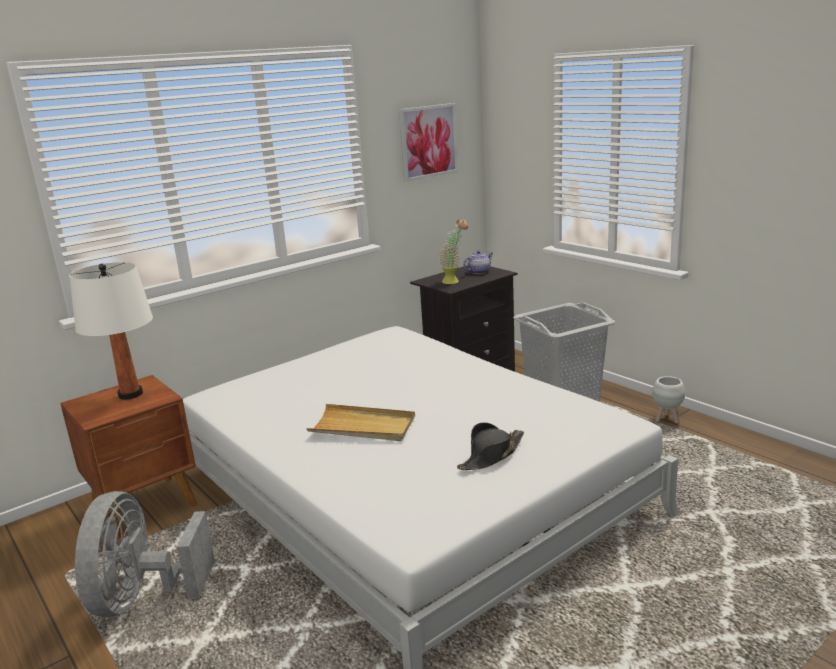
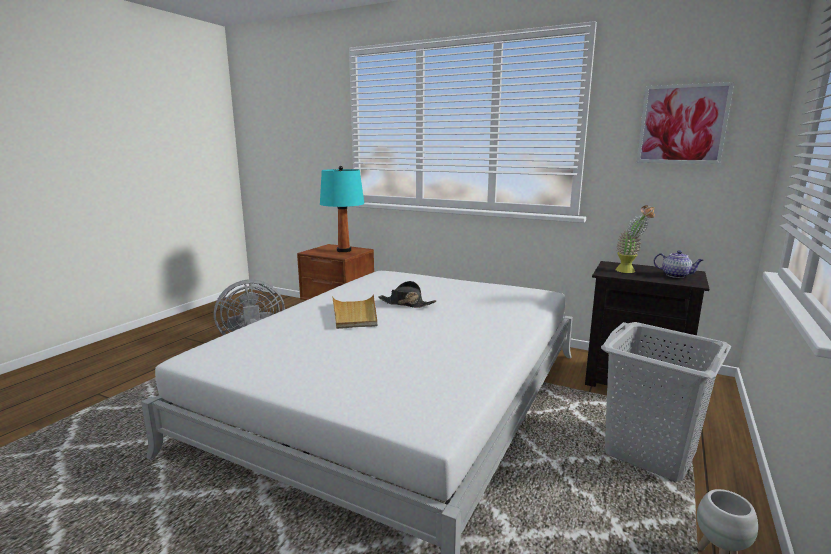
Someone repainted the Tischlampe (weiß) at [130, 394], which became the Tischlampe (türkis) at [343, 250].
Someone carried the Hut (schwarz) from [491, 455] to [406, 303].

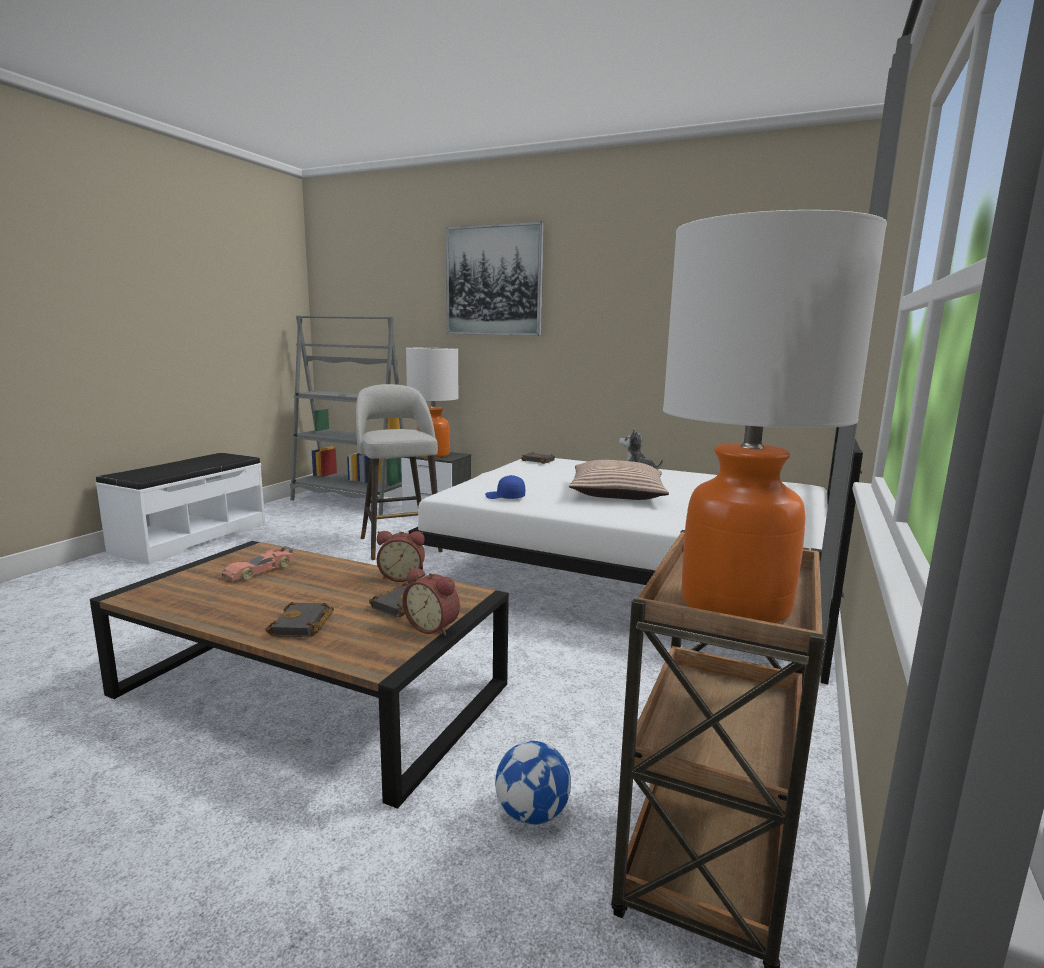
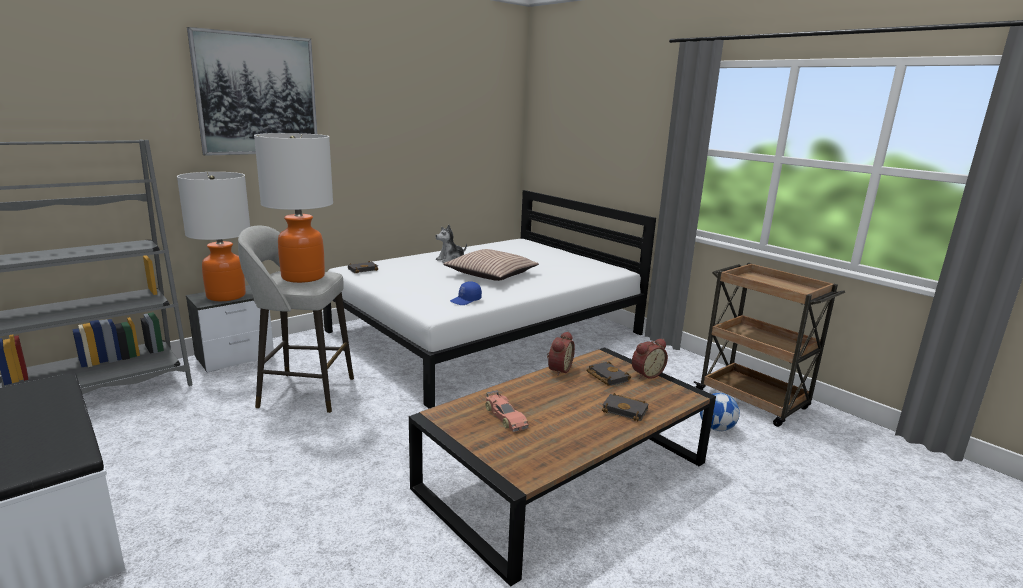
Someone carried the Tischlampe from [734, 604] to [303, 277].

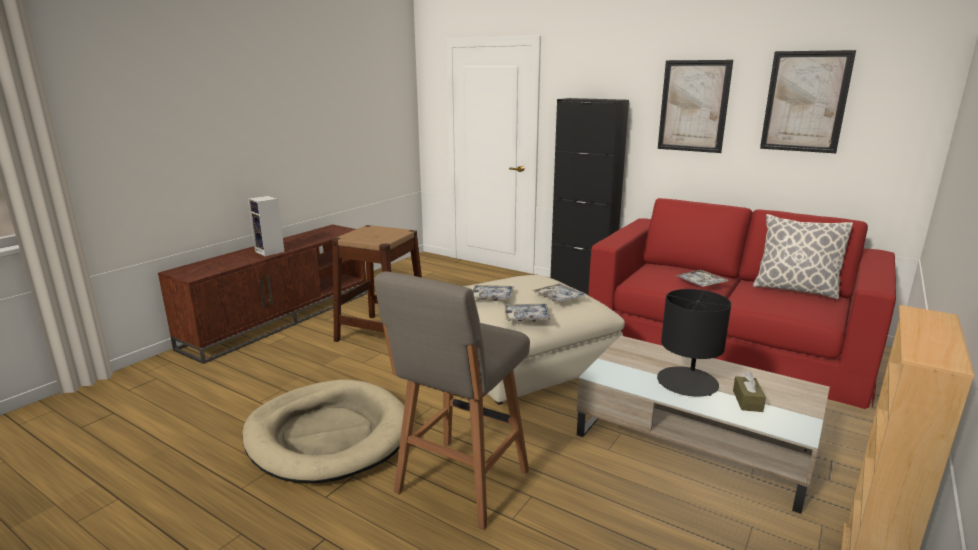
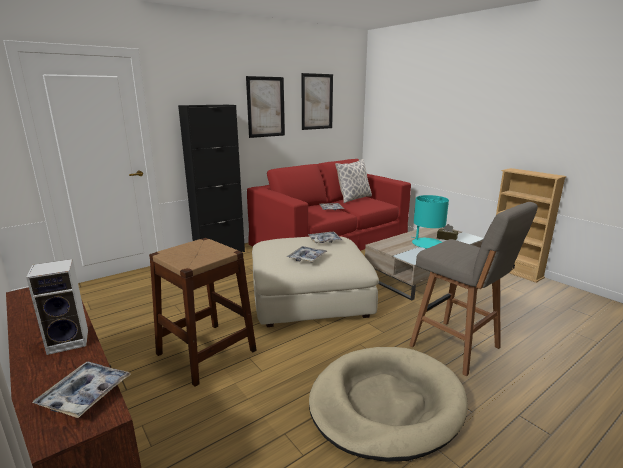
Someone carried the Tablett from [527, 317] to [85, 394].
Someone repainted the Tischlampe (schwarz) at [687, 382], which became the Tischlampe (türkis) at [427, 244].

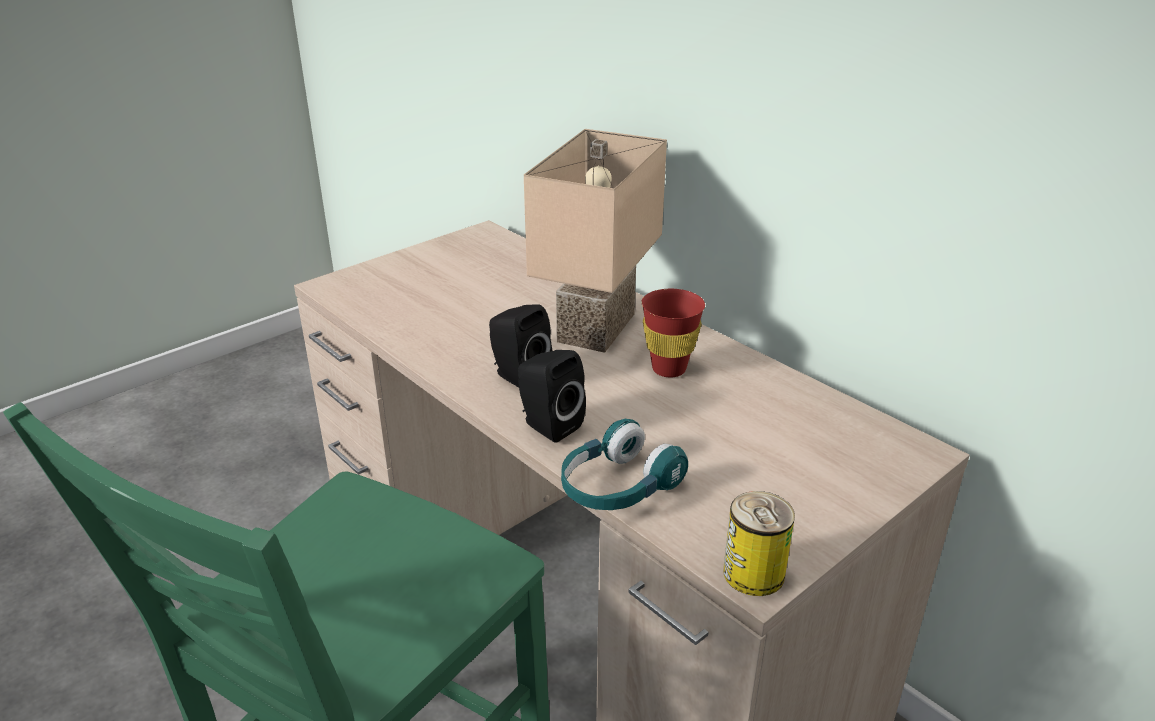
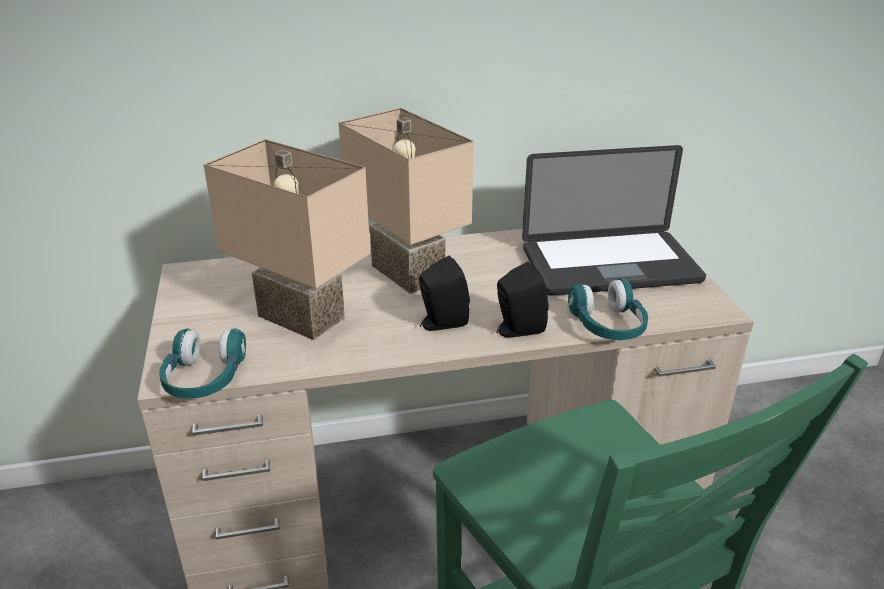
Someone took away the Tasse (rot) at [669, 369].
Someone took away the Dose at [753, 573].
Someone put down the Kopfhörer (türkis) at [204, 379].
Someone put down the Tischlampe (beige) at [297, 318].
Someone put down the Laptop at [610, 265].

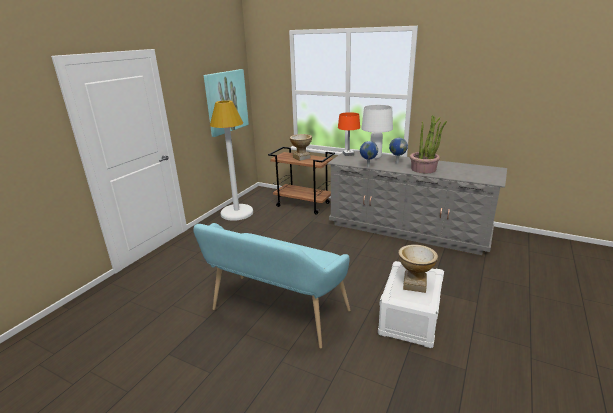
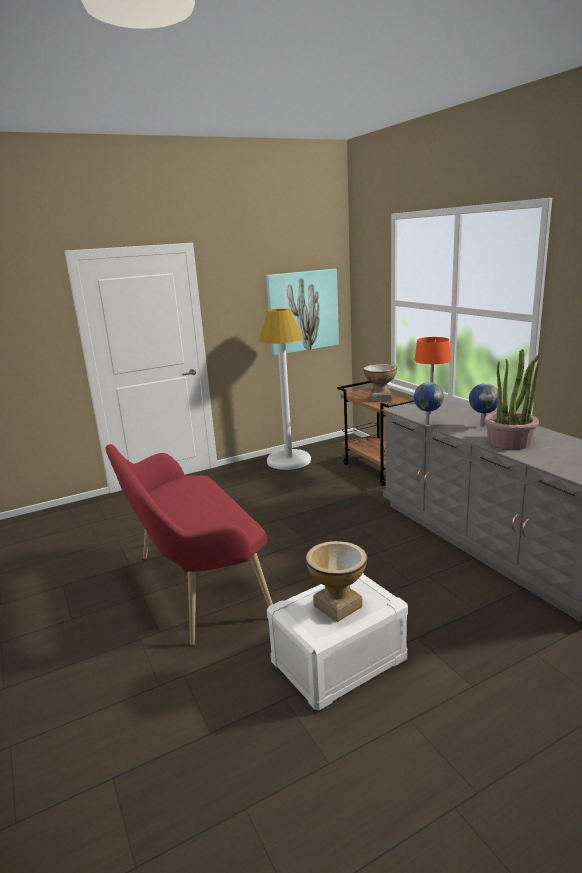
Someone repainted the Bank (türkis) at [275, 313], which became the Bank (rot) at [194, 586].
Someone took away the Tischlampe (weiß) at [375, 157].

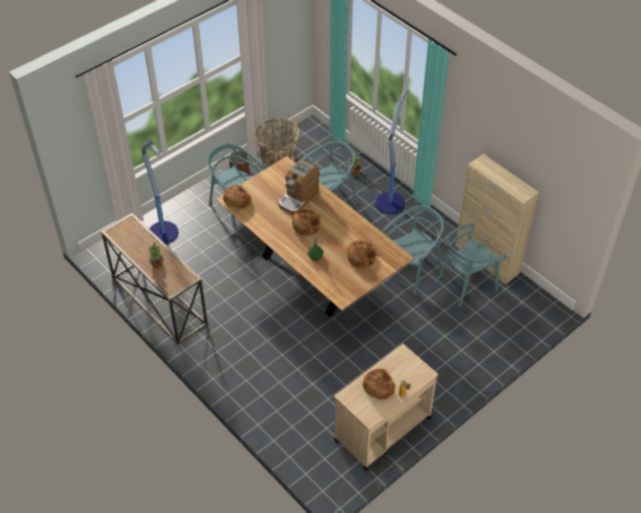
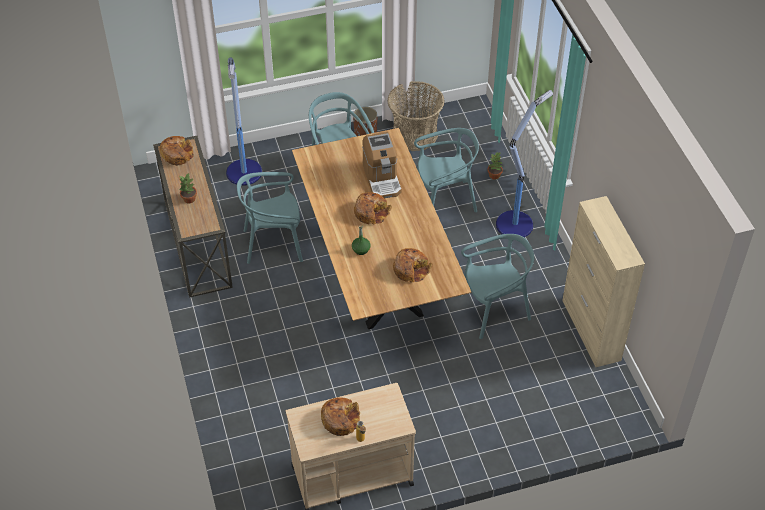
Someone carried the Brot from [237, 199] to [177, 154].
Someone rotated the Kaffeemaschine at [298, 198] by 75 degrees counterclockwise.
Someone carried the Stuhl (türkis) from [466, 284] to [274, 243].

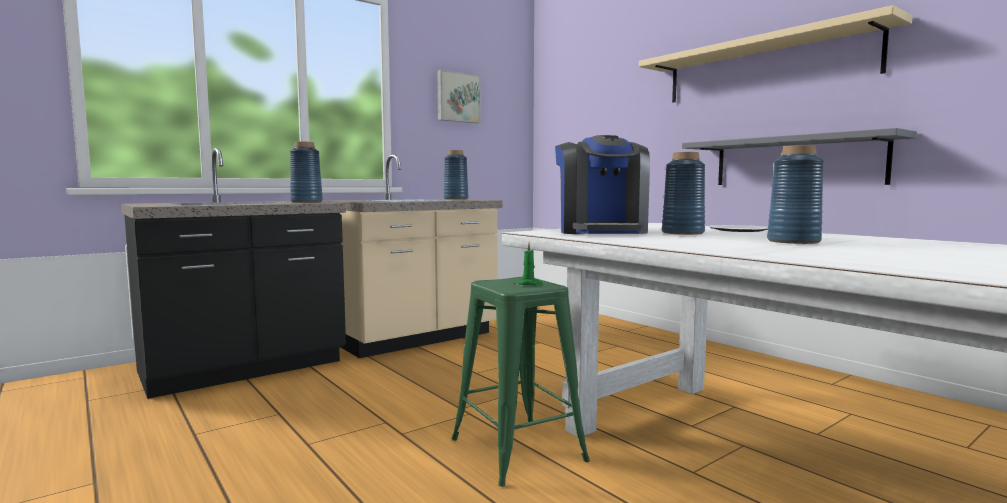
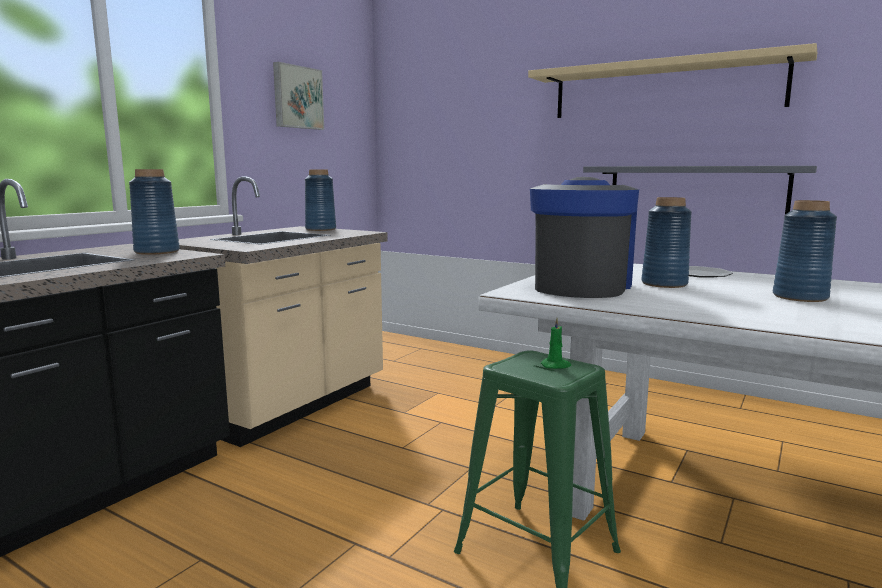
Someone rotated the Kaffeemaschine at [601, 231] by 135 degrees counterclockwise.

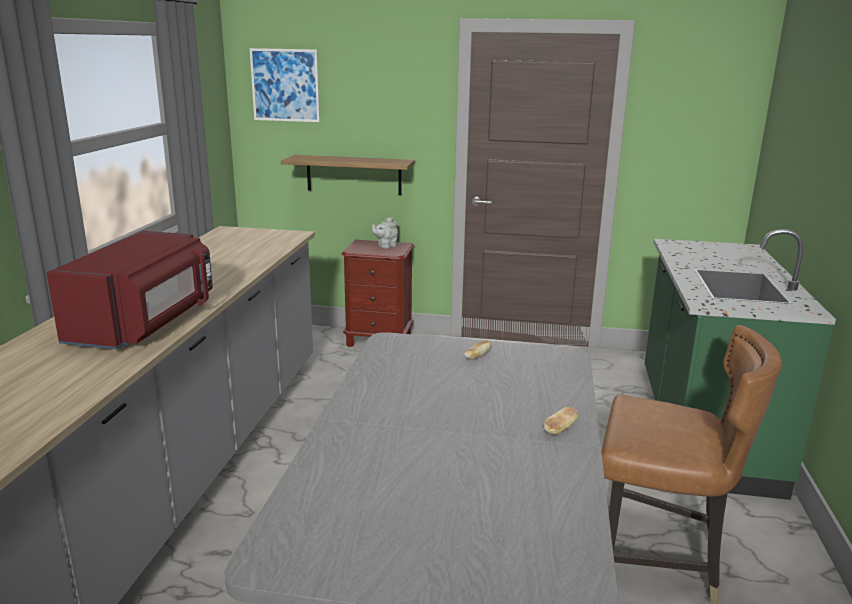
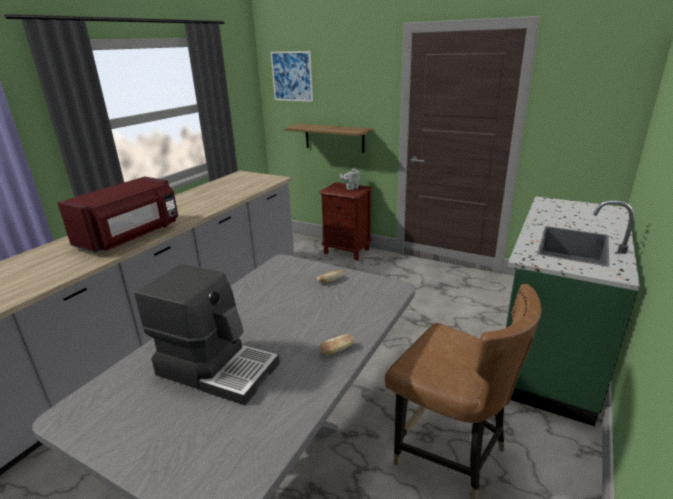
Someone put down the Kaffeemaschine at [218, 368].

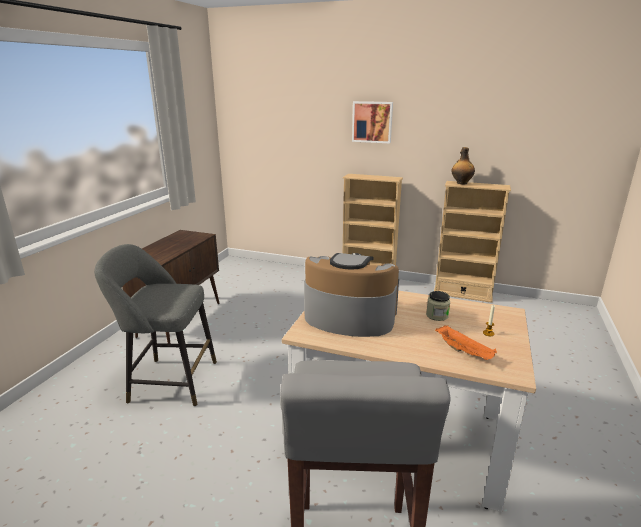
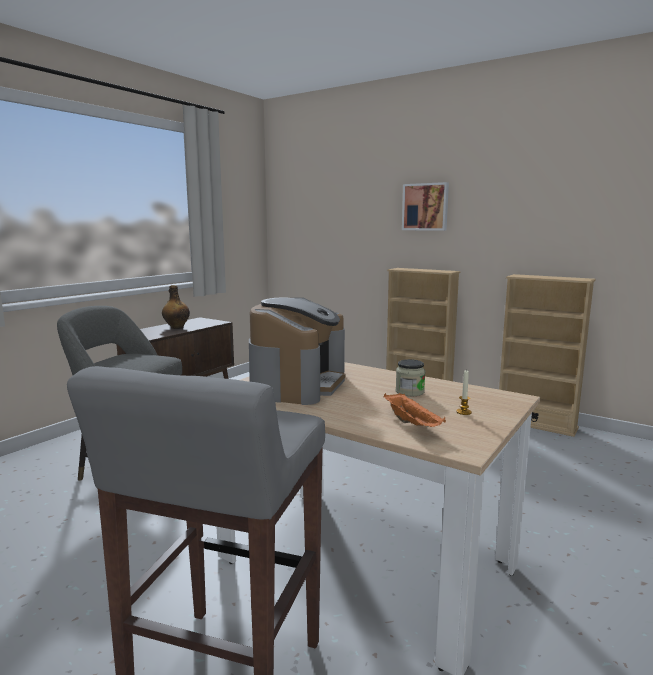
Someone rotated the Kaffeemaschine at [349, 317] by 75 degrees clockwise.
Someone carried the Flasche from [461, 183] to [176, 327].

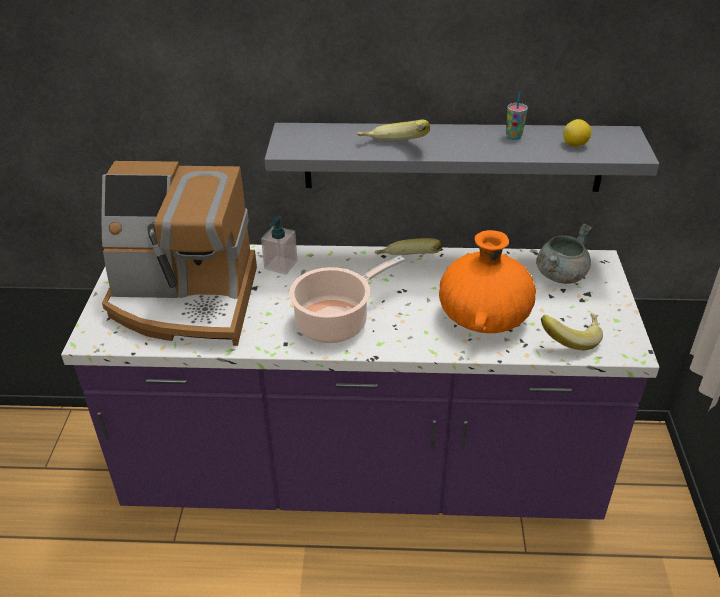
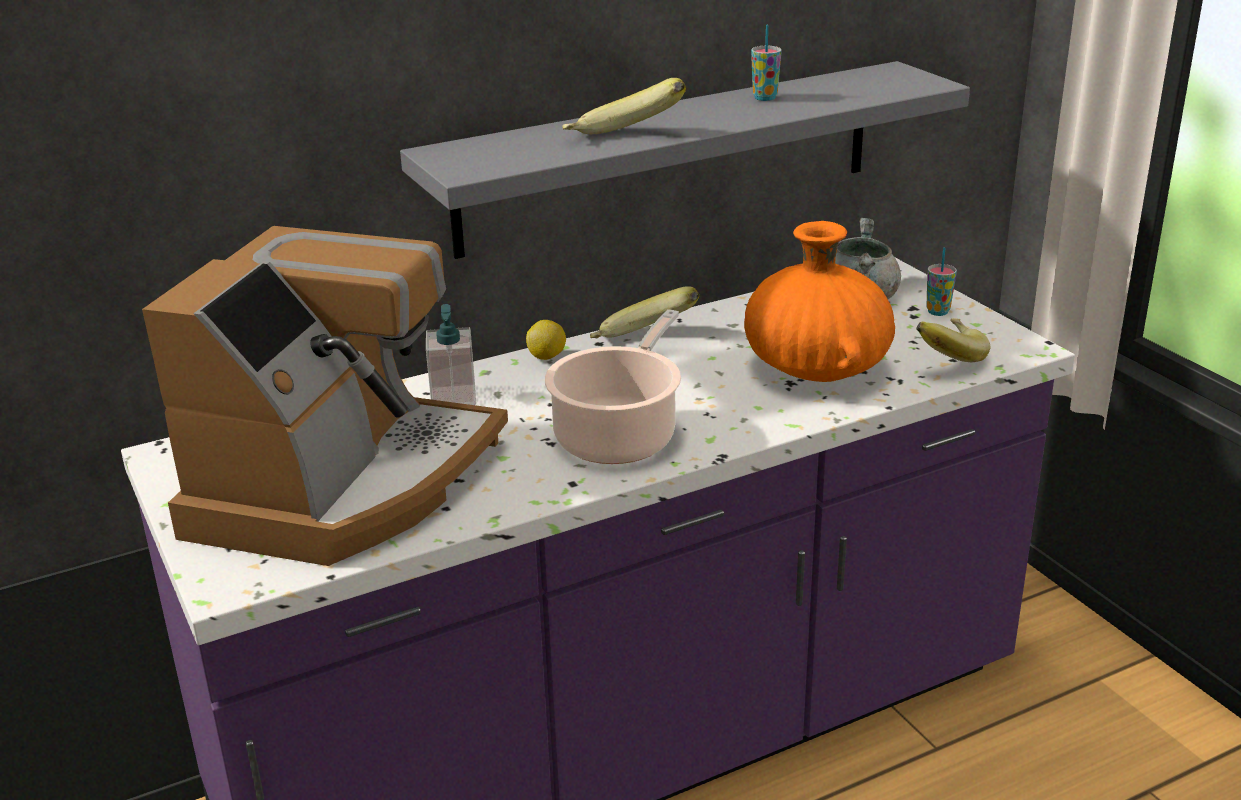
Someone rotated the Kaffeemaschine at [185, 301] by 45 degrees counterclockwise.
Someone carried the Zitrone from [575, 145] to [547, 357].
Someone put down the Tasse at [938, 312].

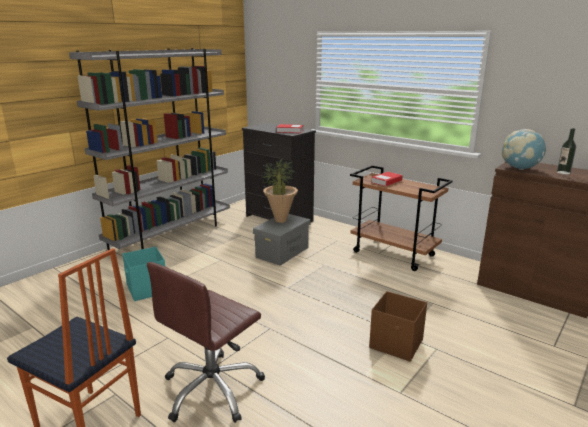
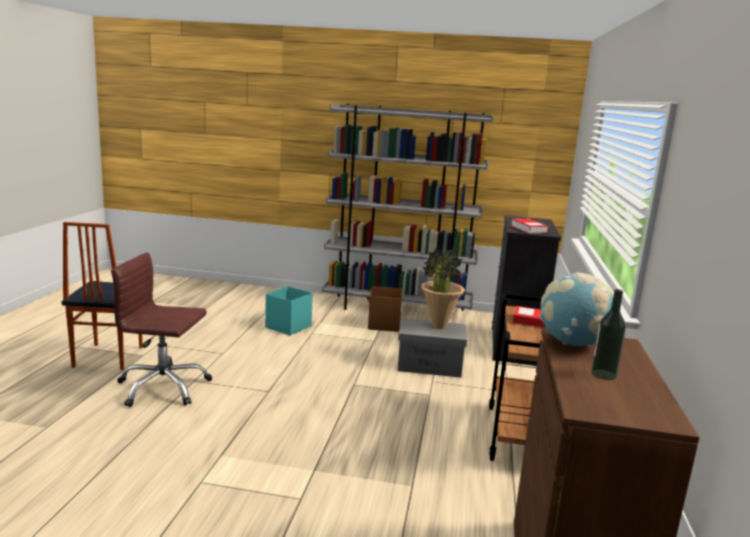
Someone carried the Aufbewahrungsbox (braun) from [396, 344] to [383, 325].

